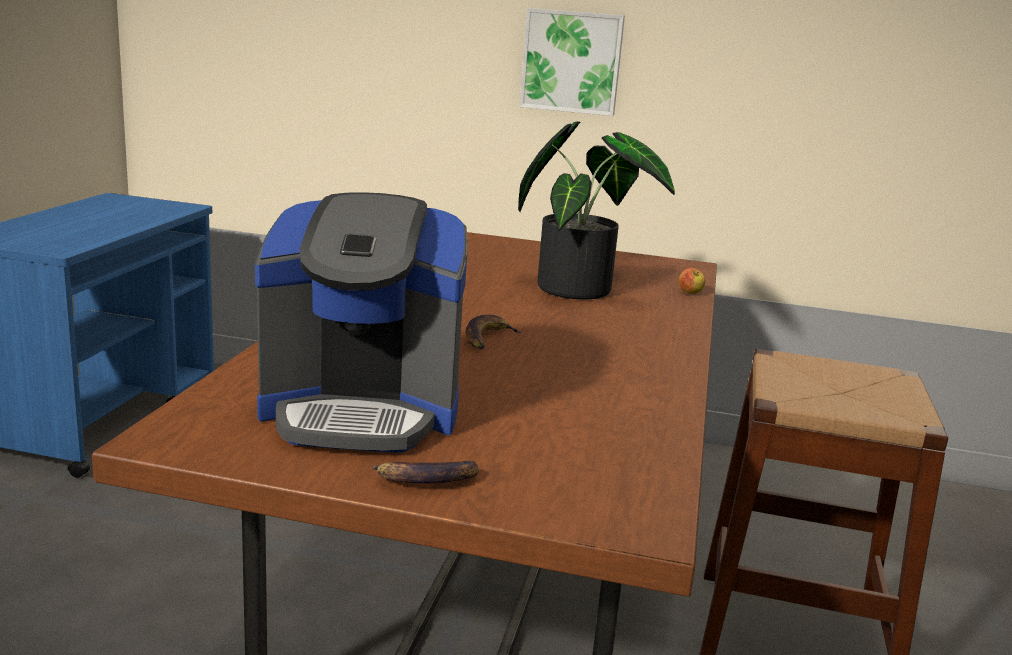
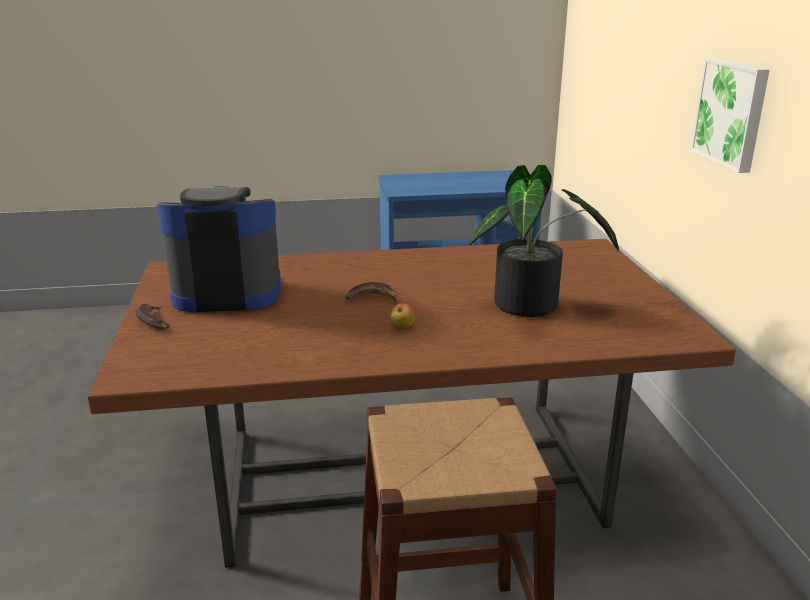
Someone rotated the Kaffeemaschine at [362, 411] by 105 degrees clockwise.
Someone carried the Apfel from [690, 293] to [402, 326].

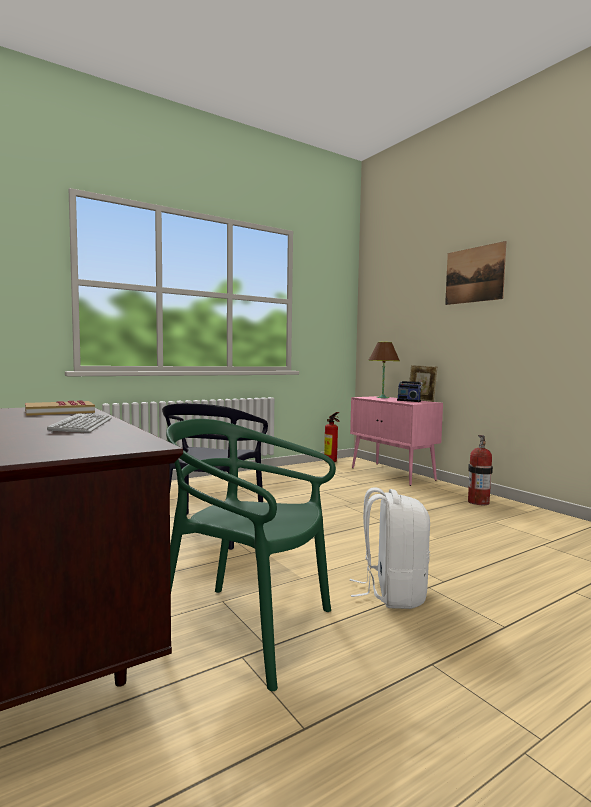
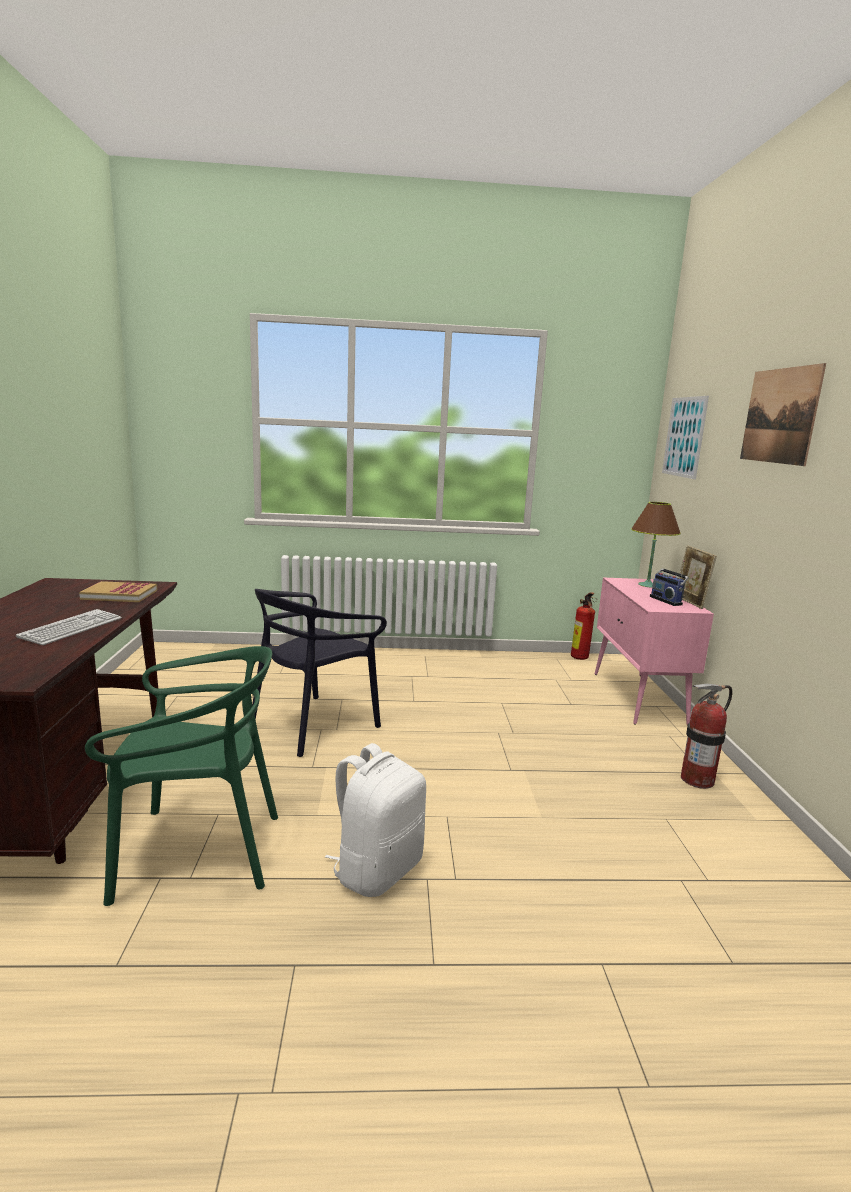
Someone rotated the Stuhl (grün) at [247, 629] by 120 degrees clockwise.
Someone put up the Bild at [684, 437].

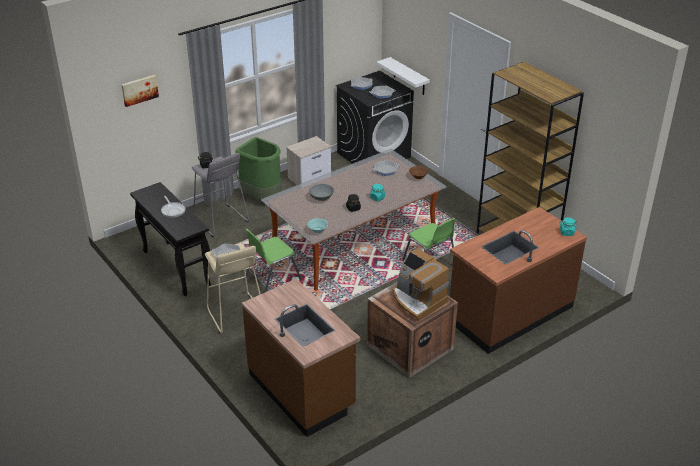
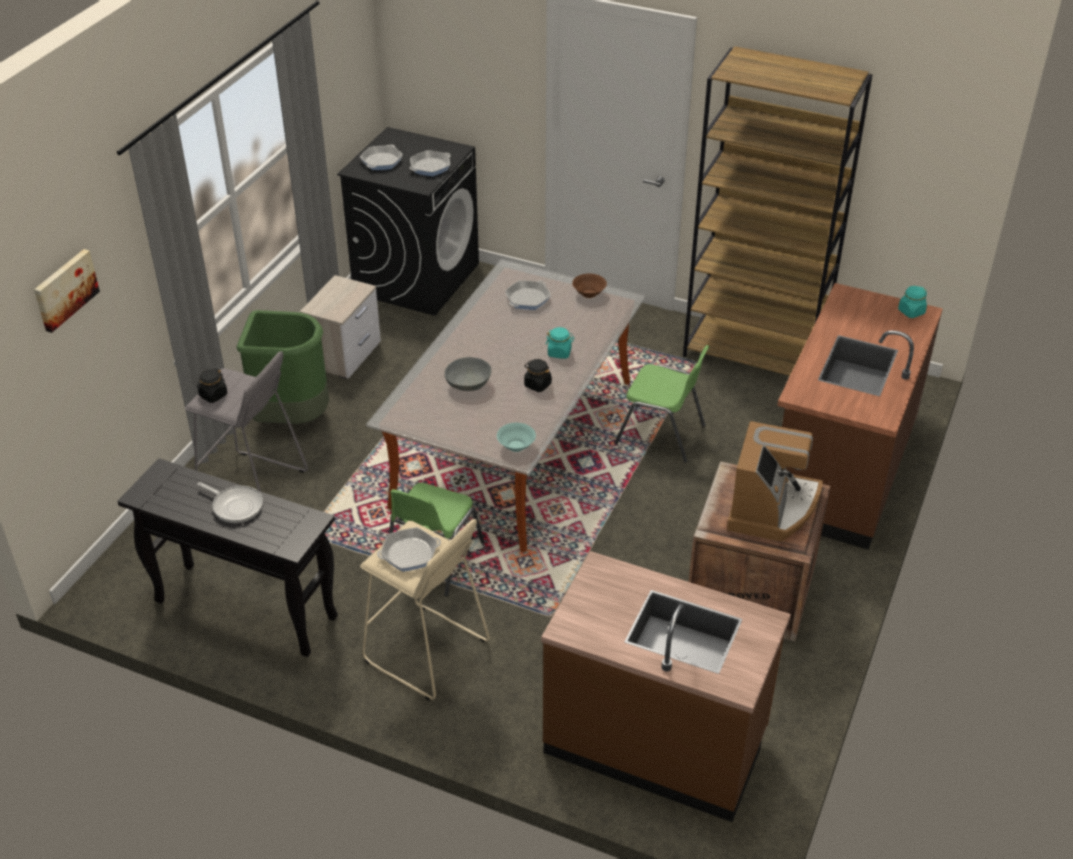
Someone took away the Wandregal (weiß) at [409, 76].
Someone rotated the Kaffeemaschine at [417, 300] by 90 degrees counterclockwise.

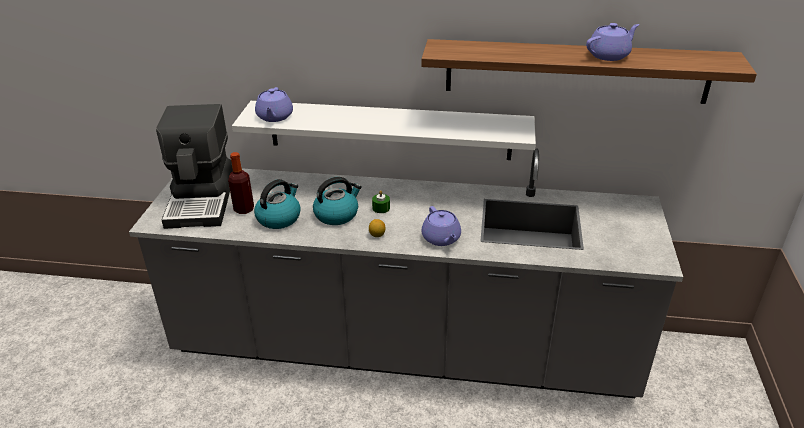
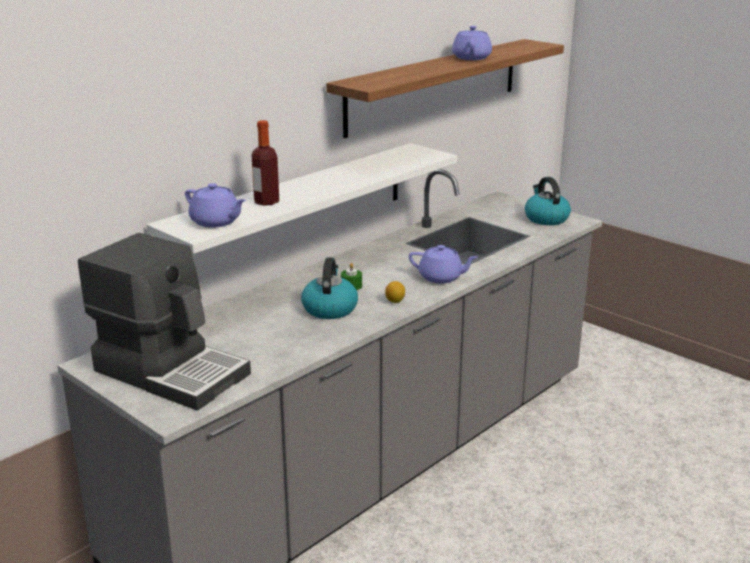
Someone carried the Flasche from [244, 209] to [266, 202].
Someone carried the Wasserkessel from [279, 218] to [546, 218].

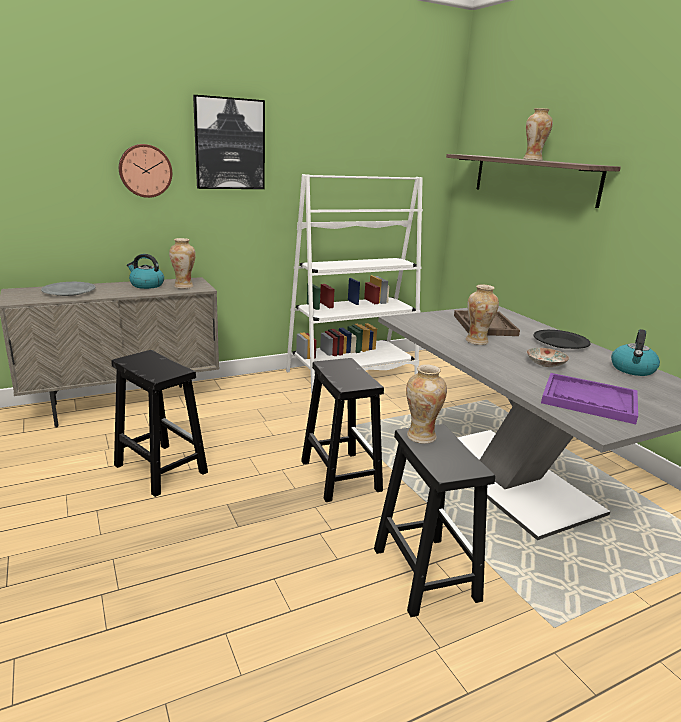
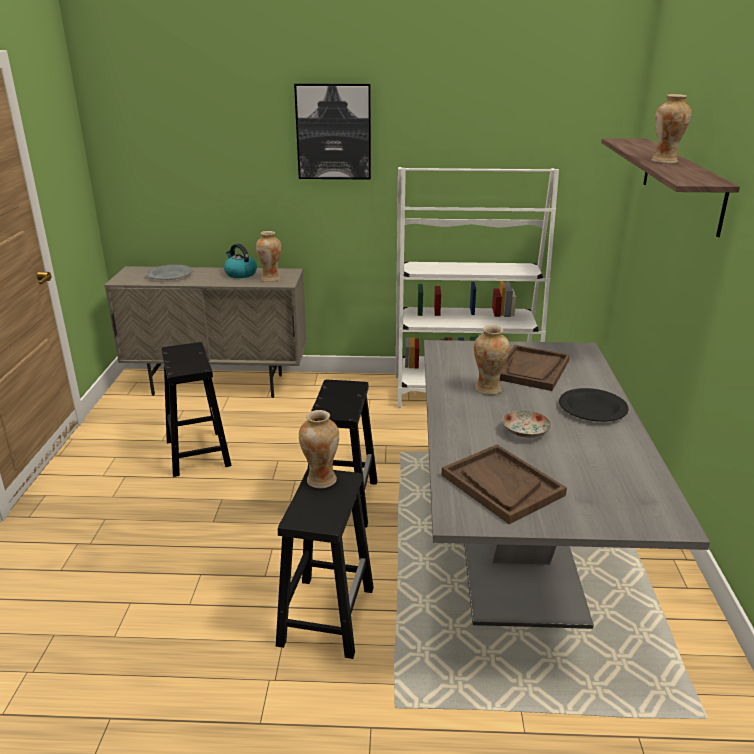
Someone took away the Wanduhr at [145, 170].
Someone repainted the Tablett (lila) at [588, 400], which became the Tablett (braun) at [501, 485].
Someone took away the Wasserkessel at [632, 369].

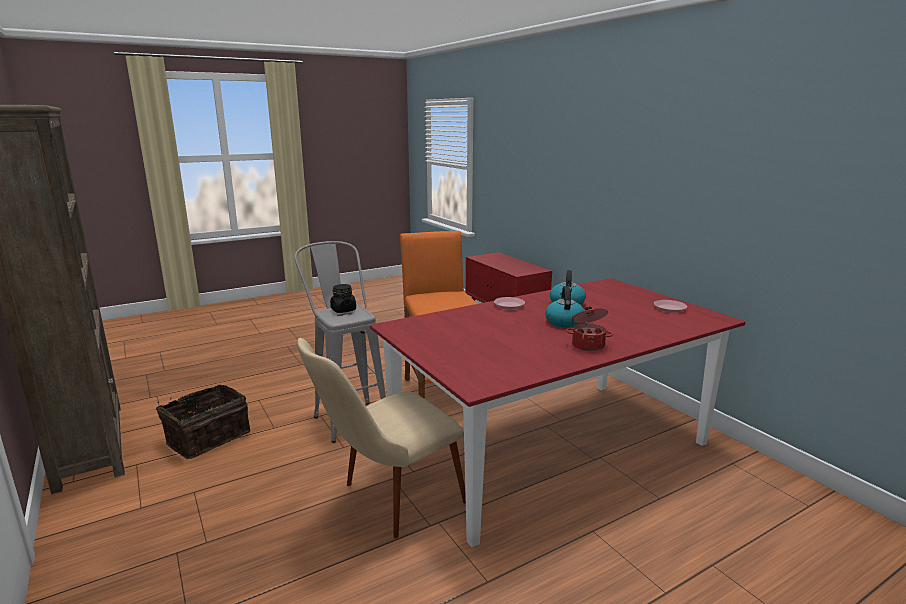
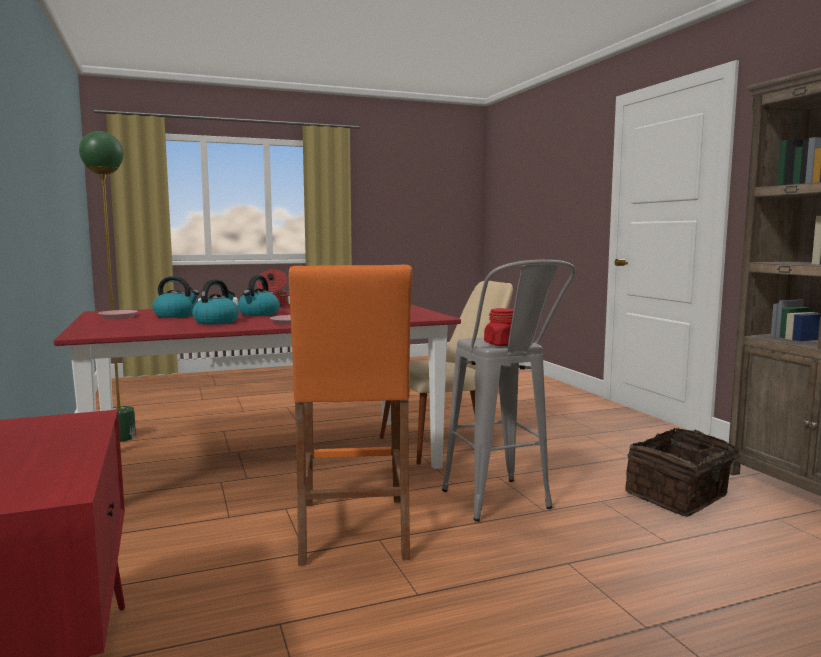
Someone repainted the Vorratsglas (schwarz) at [343, 310], which became the Vorratsglas (rot) at [502, 344].
Someone put down the Stehlampe (grün) at [120, 438].
Someone put down the Wasserkessel at [176, 315].

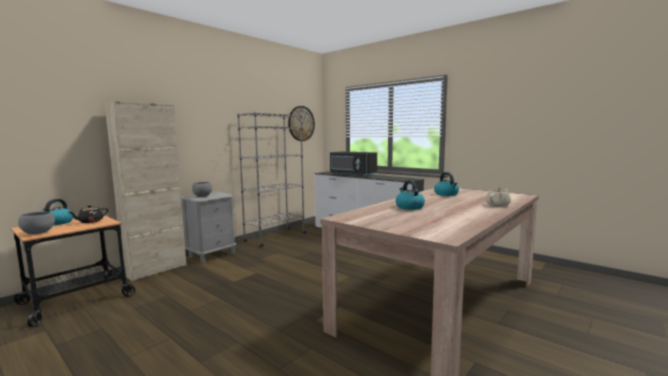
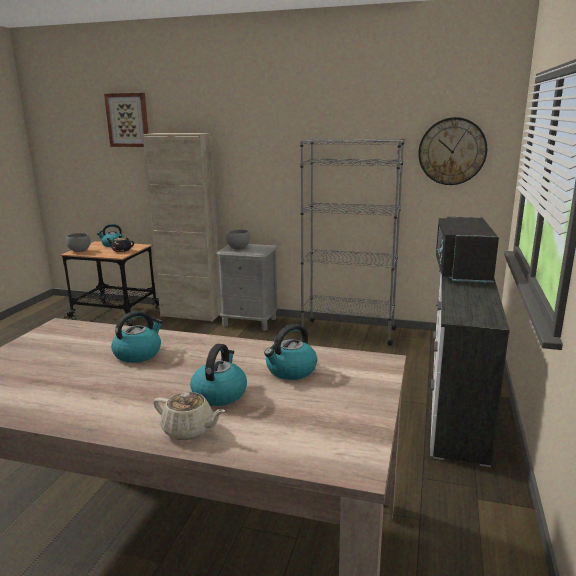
Someone put up the Bild at [128, 120].
Someone put down the Wasserkessel at [219, 393].

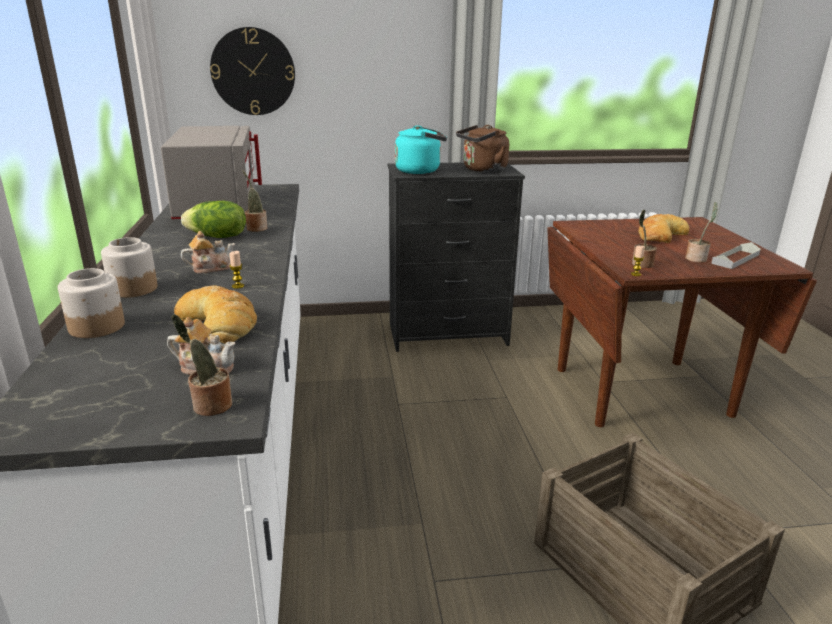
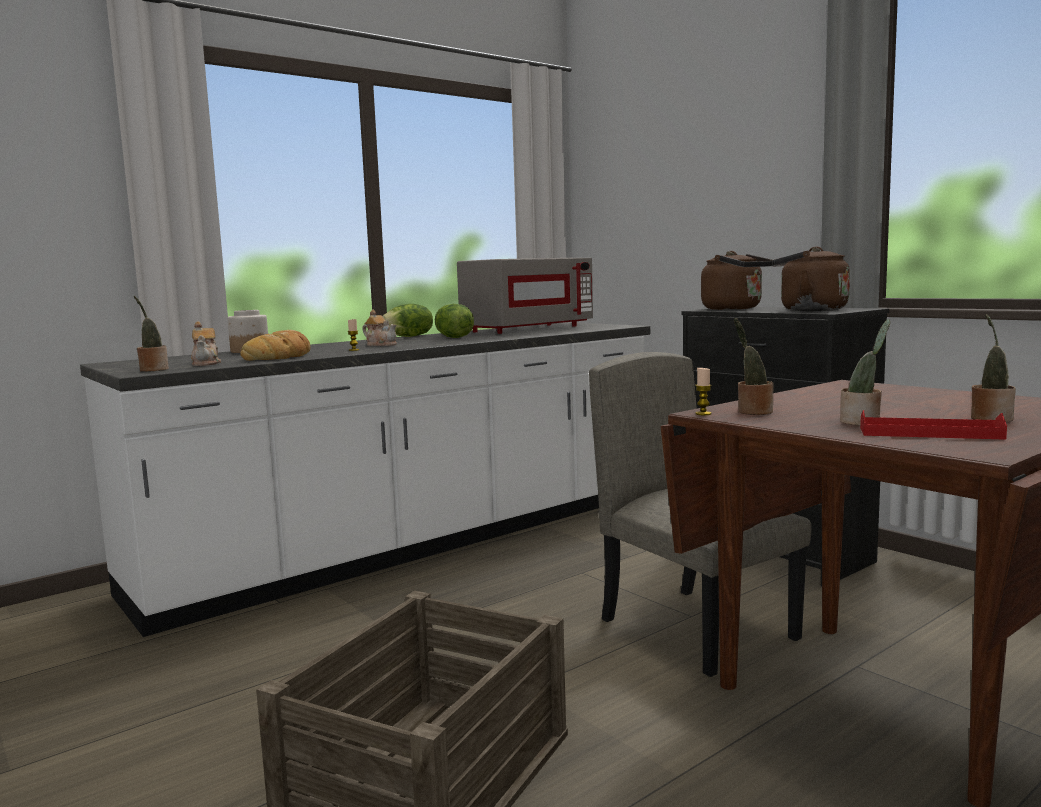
Someone took away the Vorratsglas at [133, 289].
Someone took away the Wanduhr at [253, 72].
Someone carried the Topfpflanze from [256, 228] to [990, 418].
Someone repainted the Wasserkessel (türkis) at [420, 171], which became the Wasserkessel (braun) at [735, 309].
Someone took away the Brot at [660, 235].
Someone repainted the Tablett (grau) at [735, 259], which became the Tablett (rot) at [929, 433].
Someone put down the Salatkopf at [408, 336].
Someone put down the Stuhl (beige) at [698, 629].

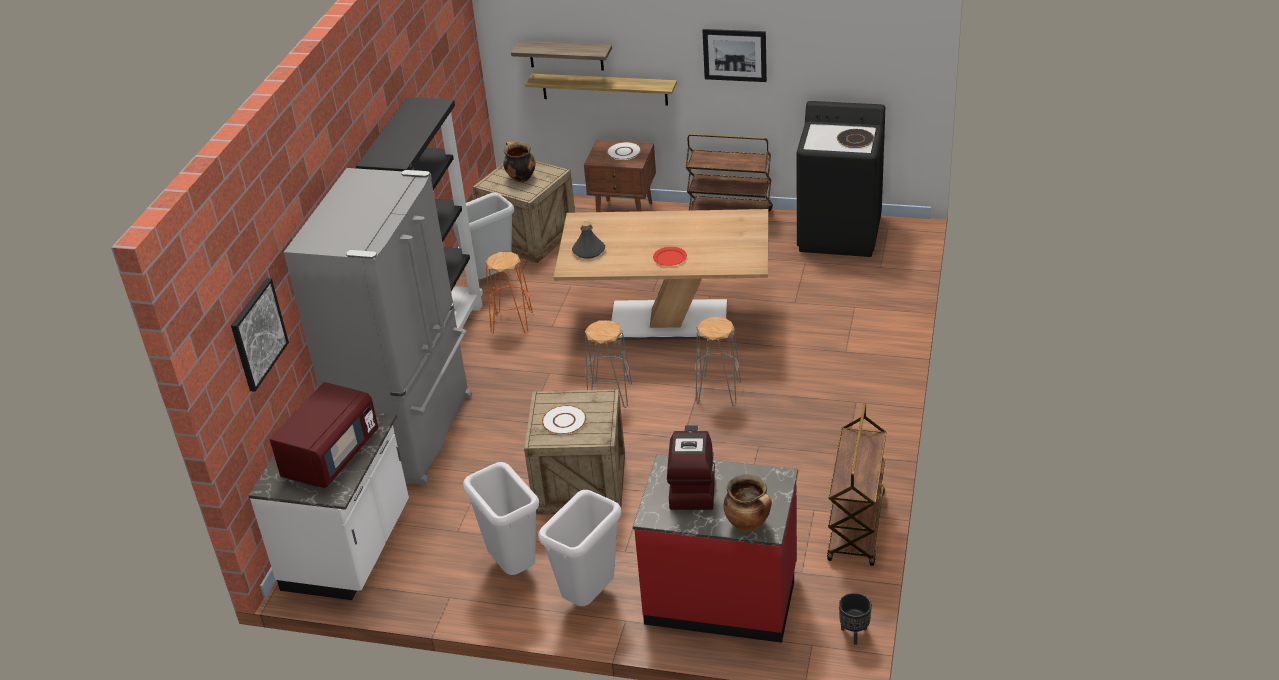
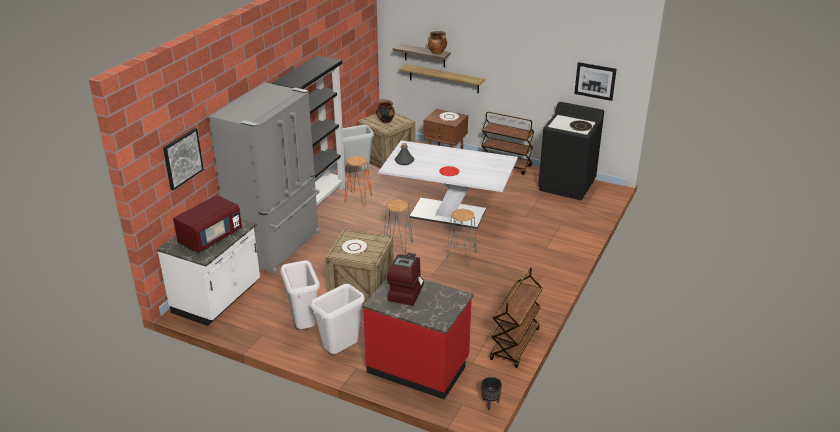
Someone repainted the Esstisch (braun) at [668, 320], which became the Esstisch (weiß) at [448, 213].
Someone carried the Bild from [734, 55] to [595, 81].
Someone carried the Kochtopf from [749, 524] to [437, 53].

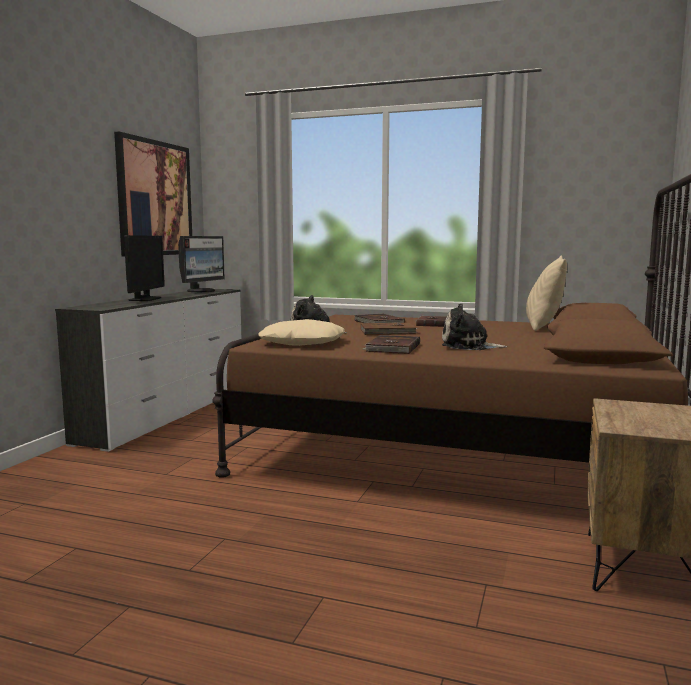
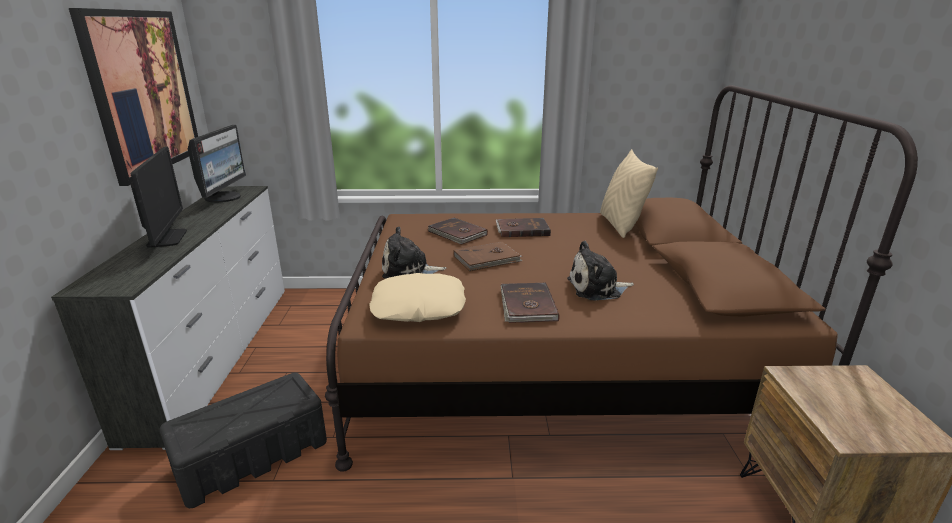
Someone put down the Aufbewahrungsbox (schwarz) at [253, 455].

